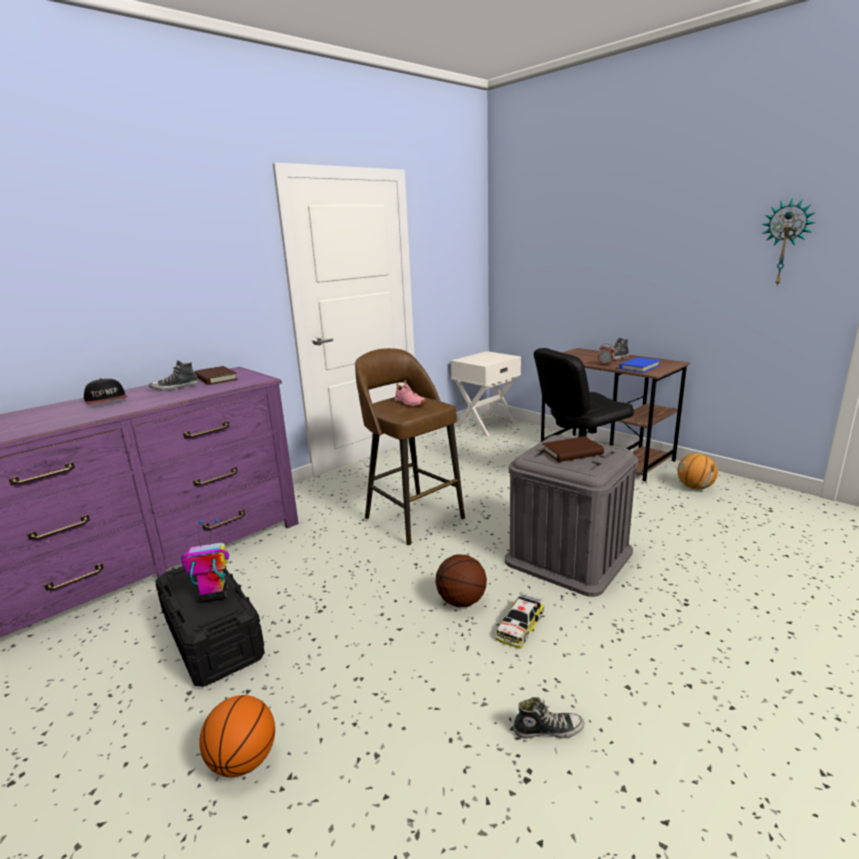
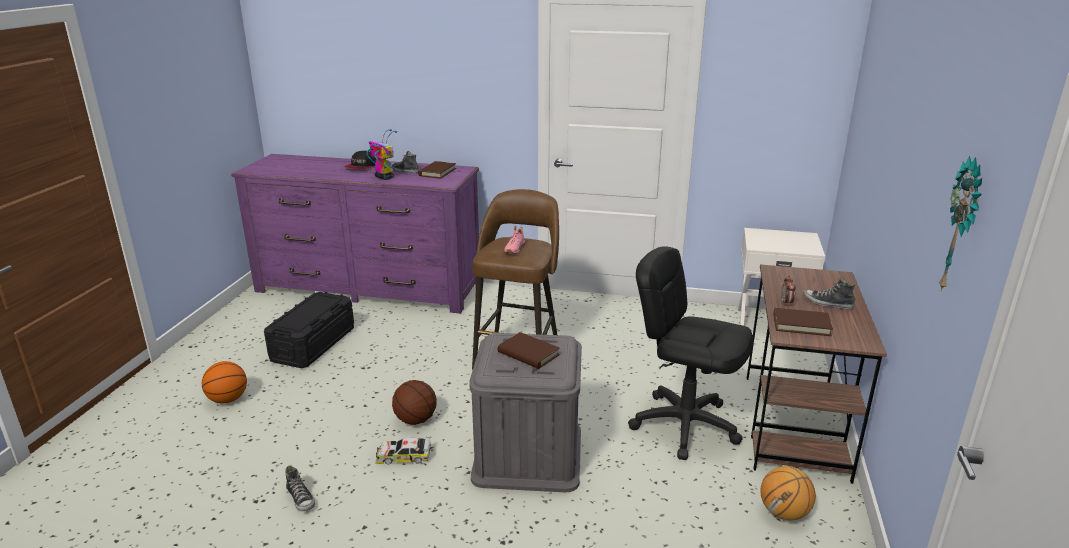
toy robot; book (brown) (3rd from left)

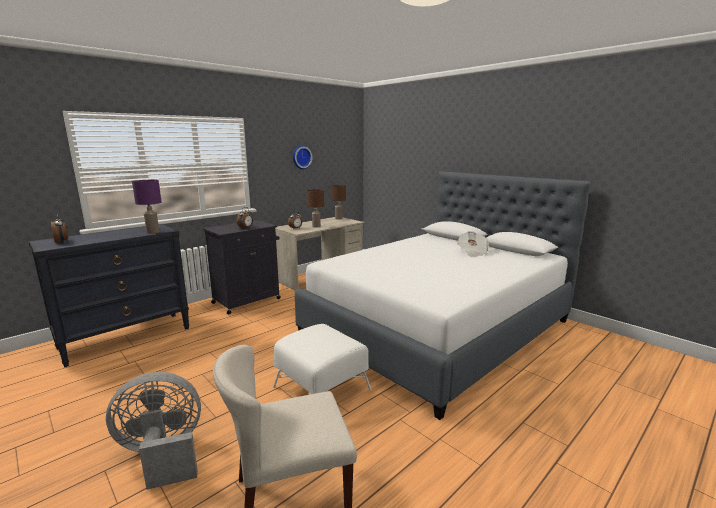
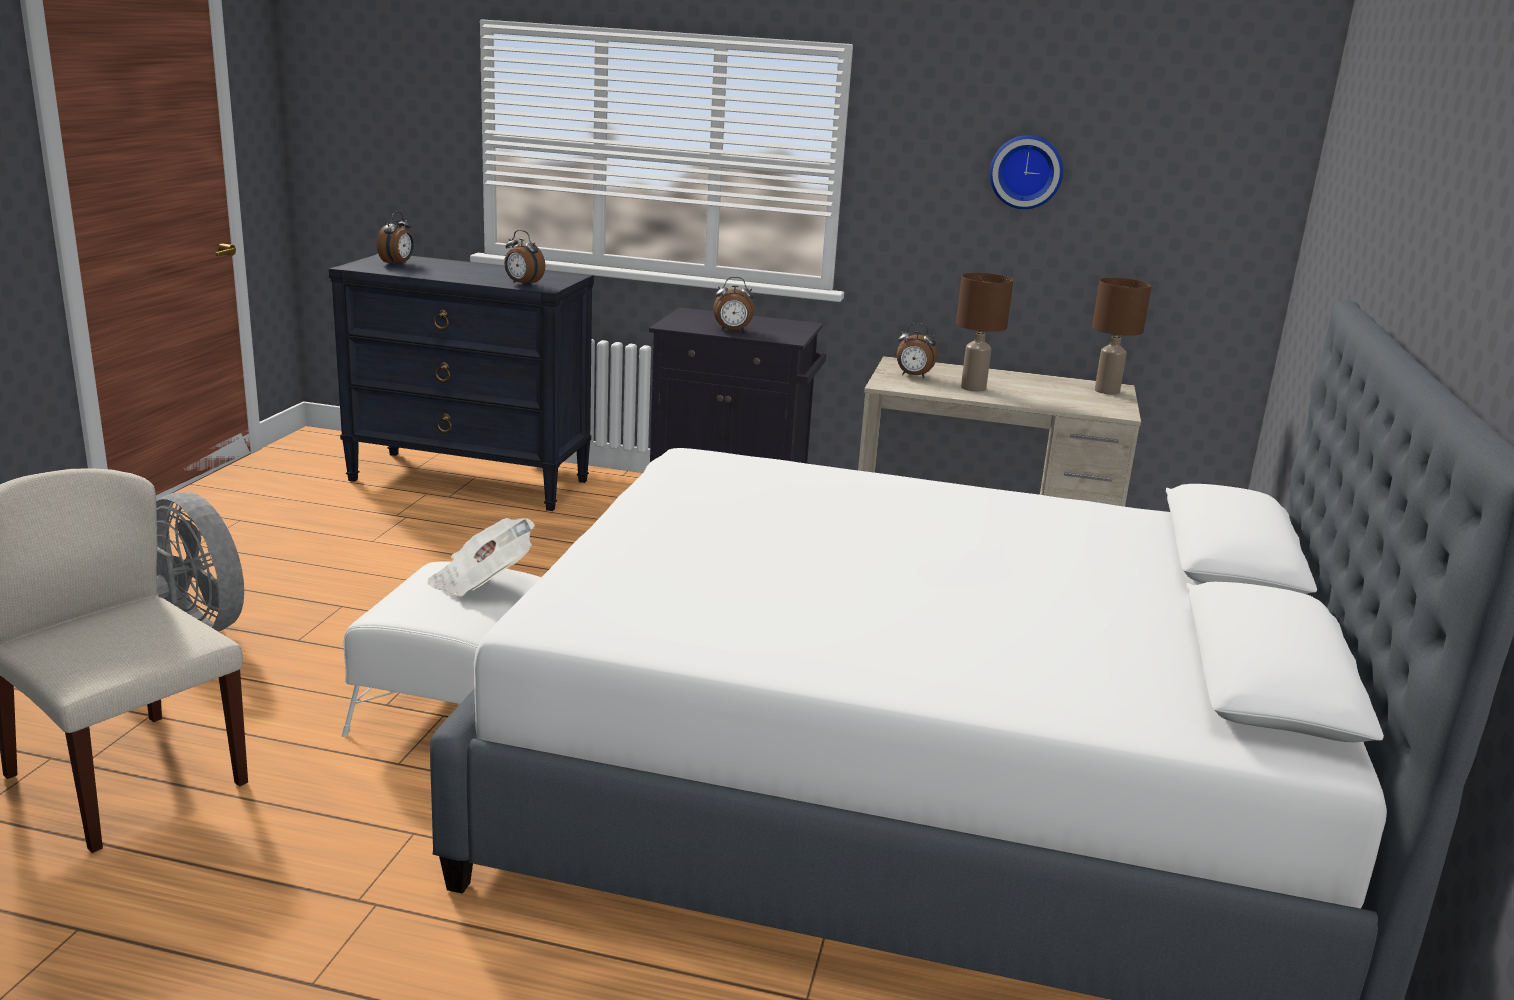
newspaper; alarm clock (2nd from left)

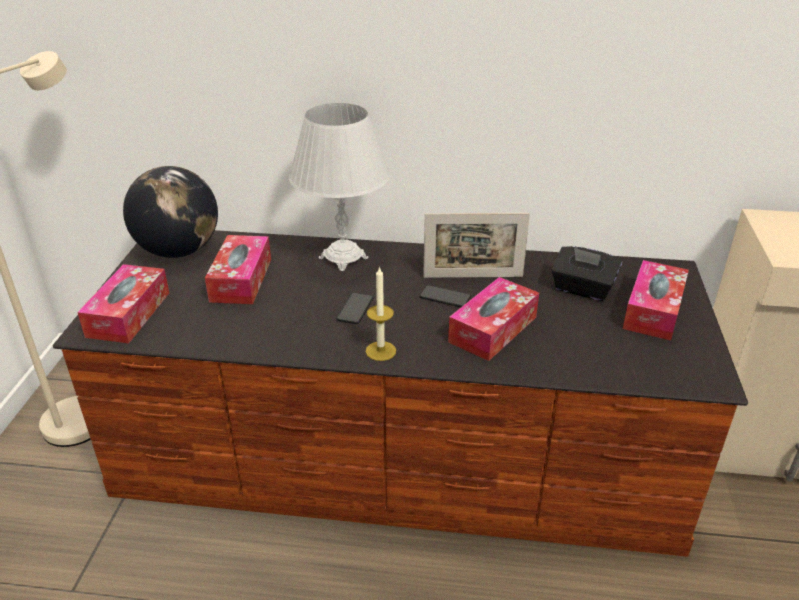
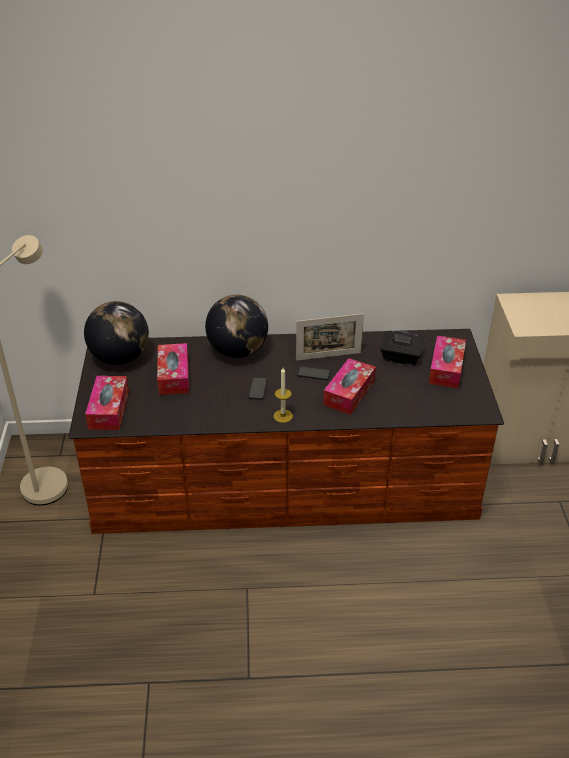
globe (2nd from left)

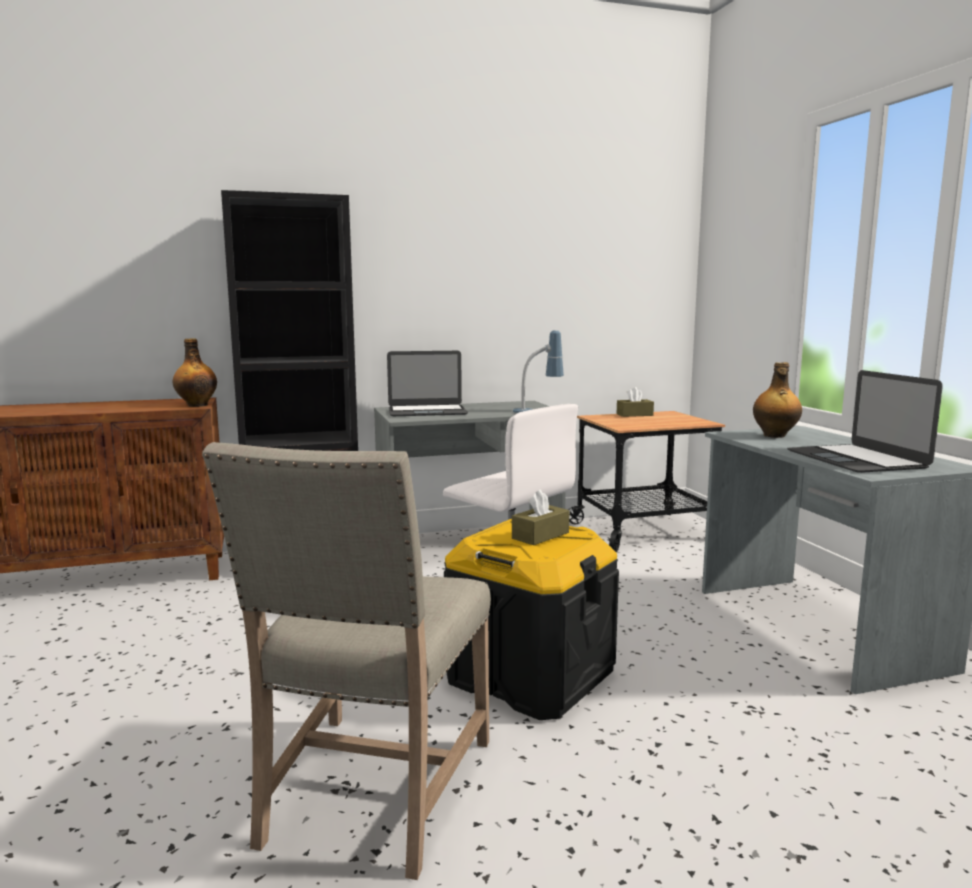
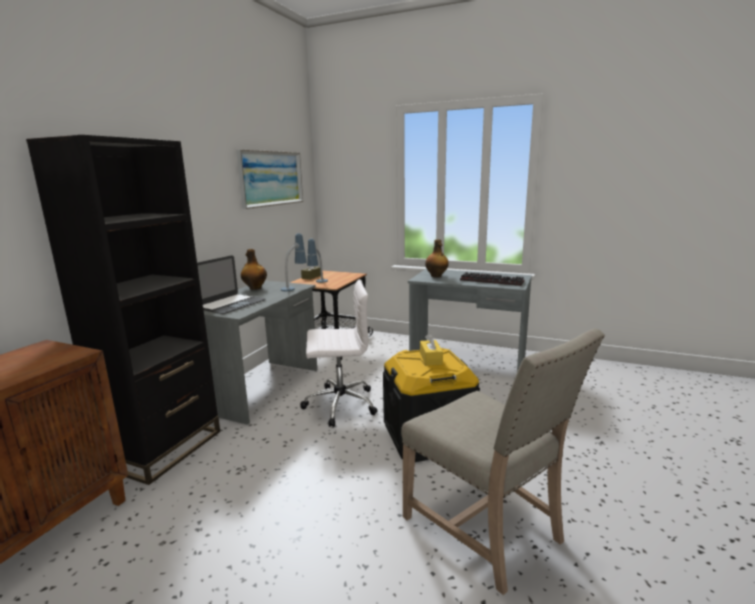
picture; table lamp (2nd from left); bottle (1st from left); keyboard; tissue box (yellow)

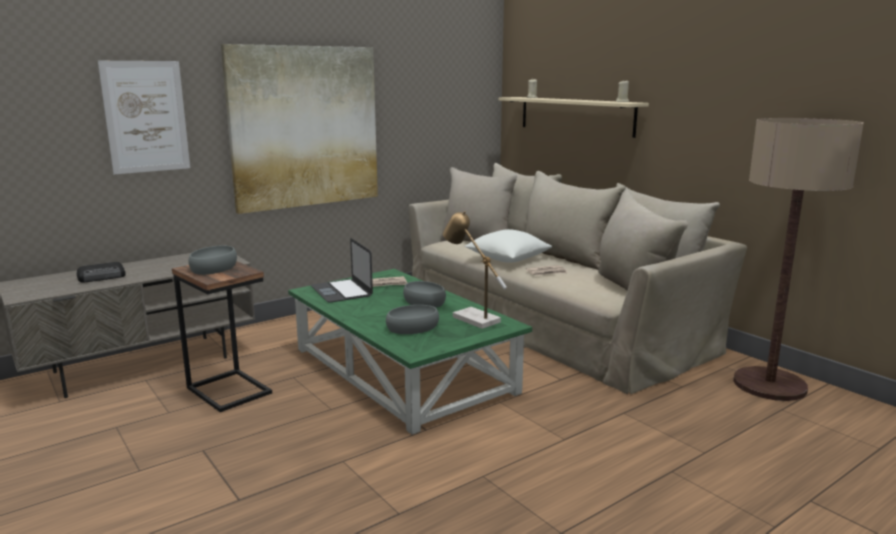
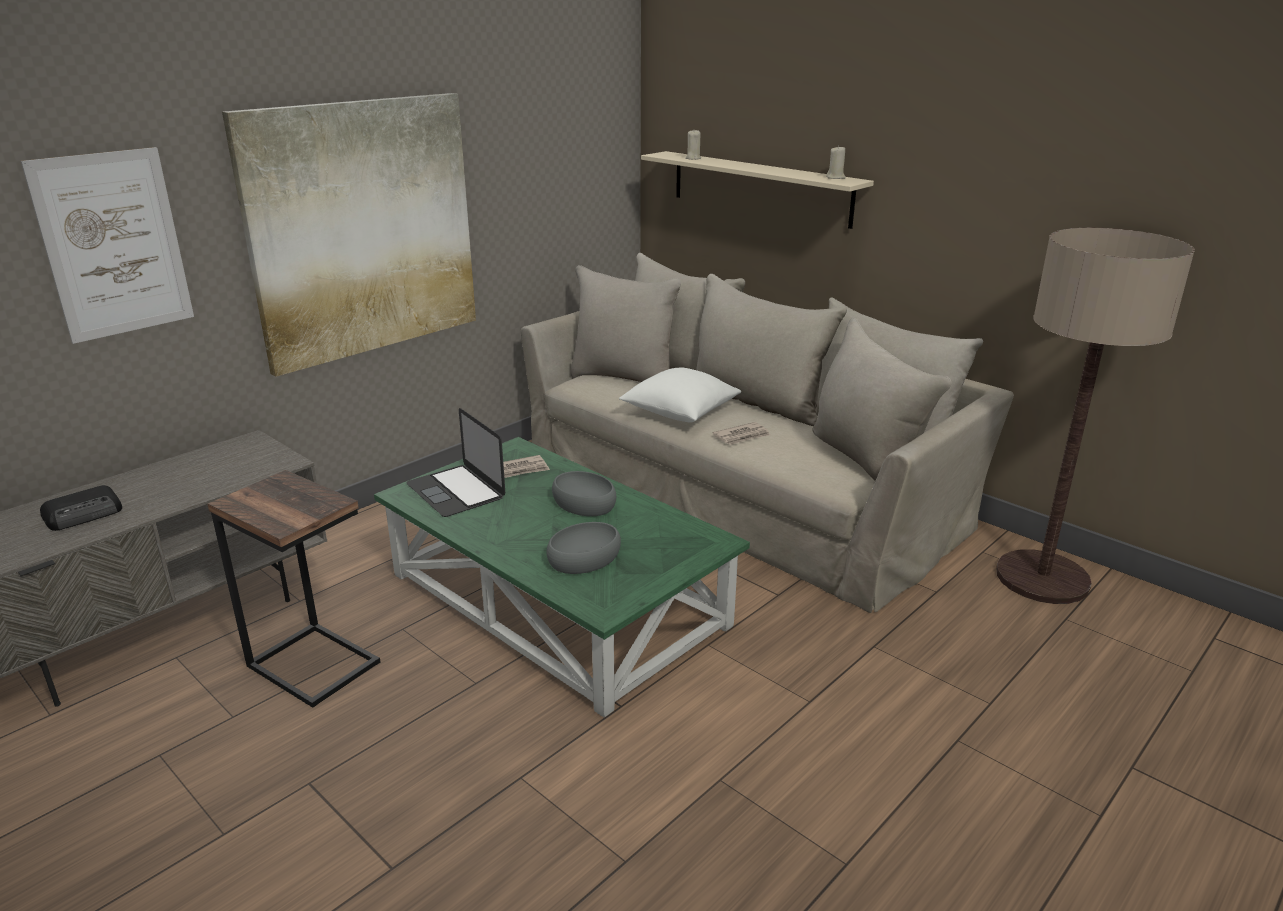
bowl (grey) (1st from left in the first image); table lamp

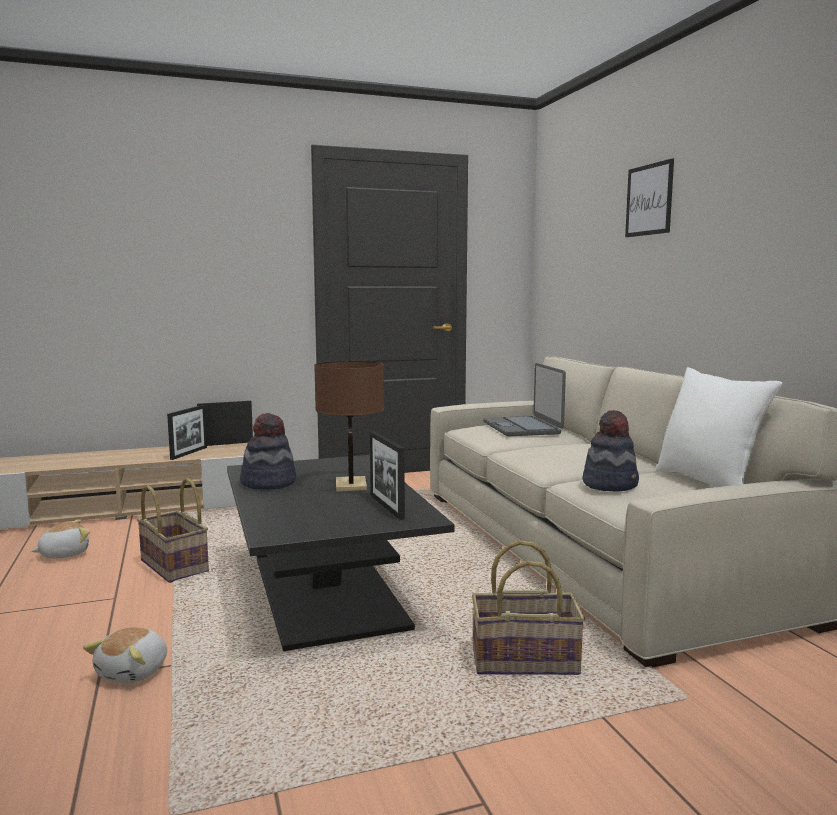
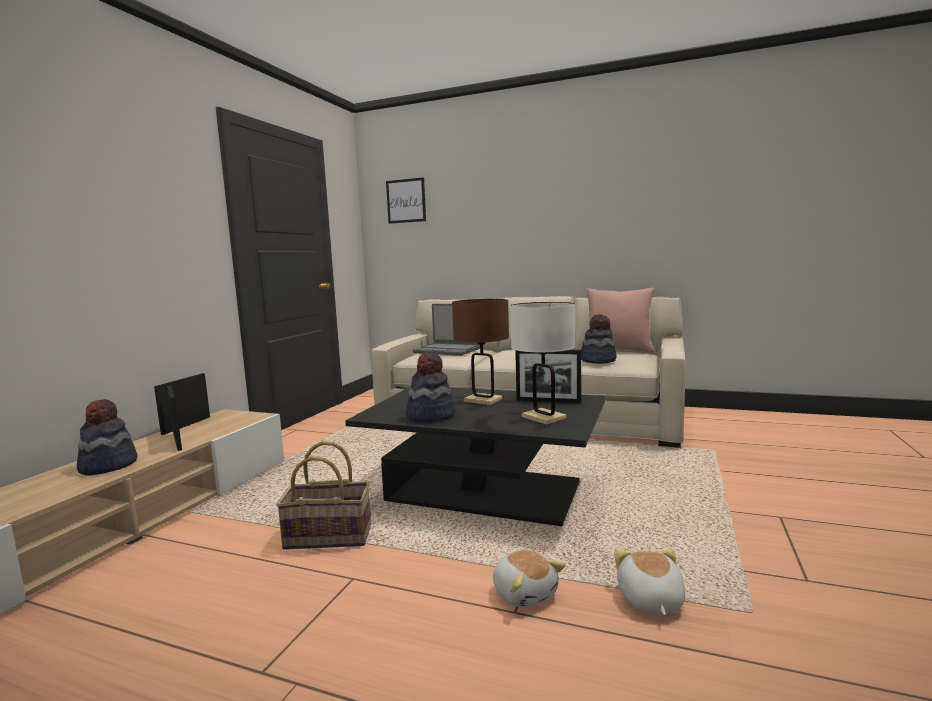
basket (2nd from left in the first image); hat (1st from left); table lamp (white); plush toy (2nd from left); picture; pillow (pink)

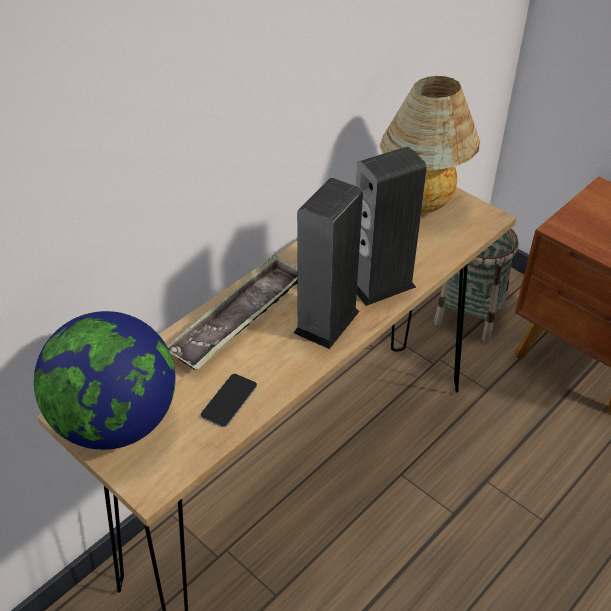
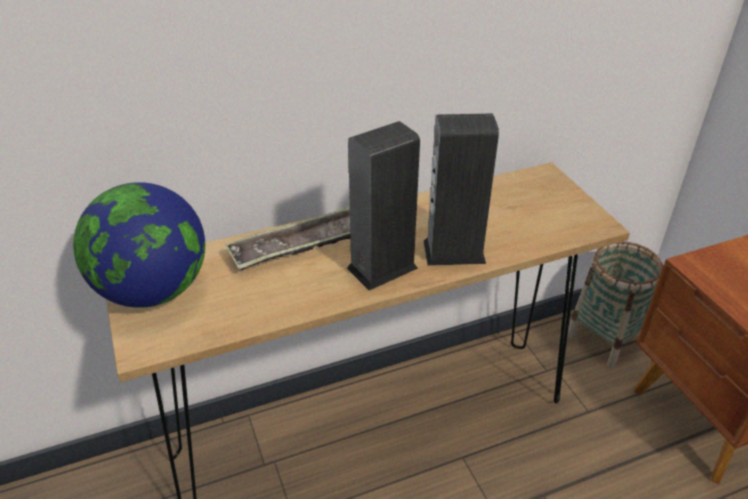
phone; table lamp

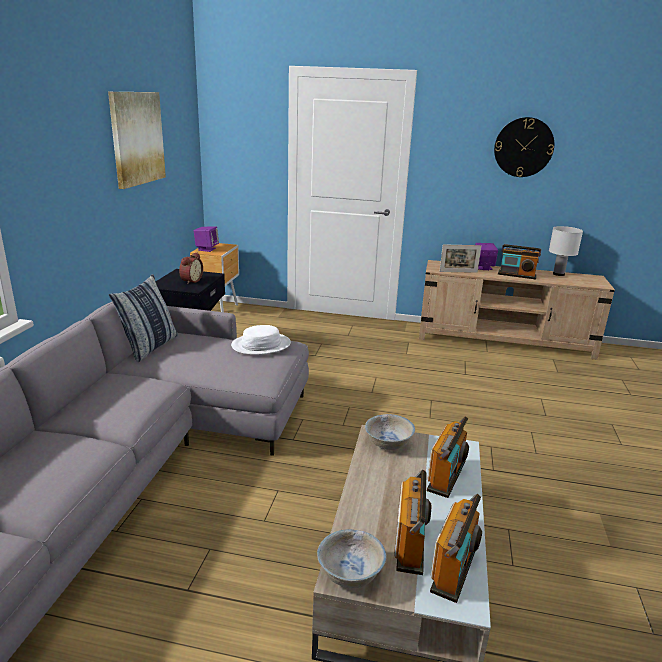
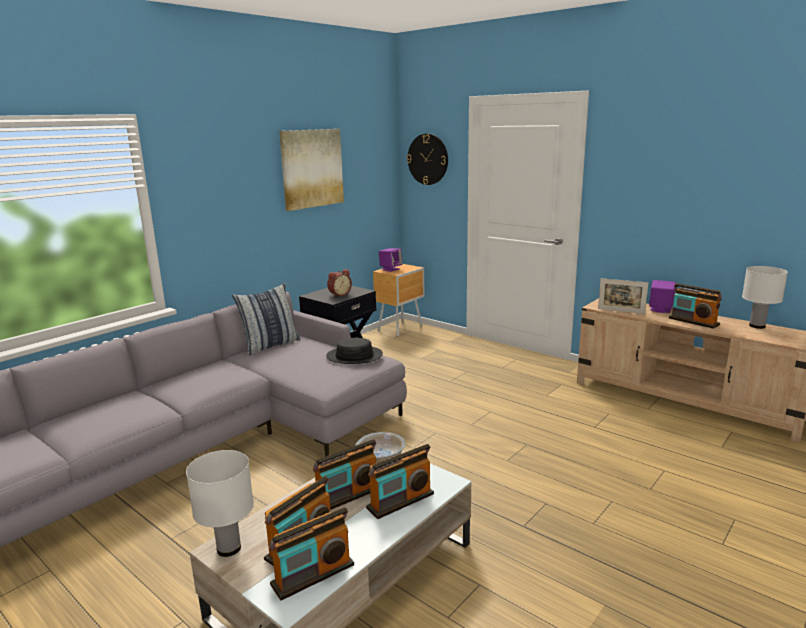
radio (3rd from left); wall clock; table lamp (white) (1st from left); hat (black)

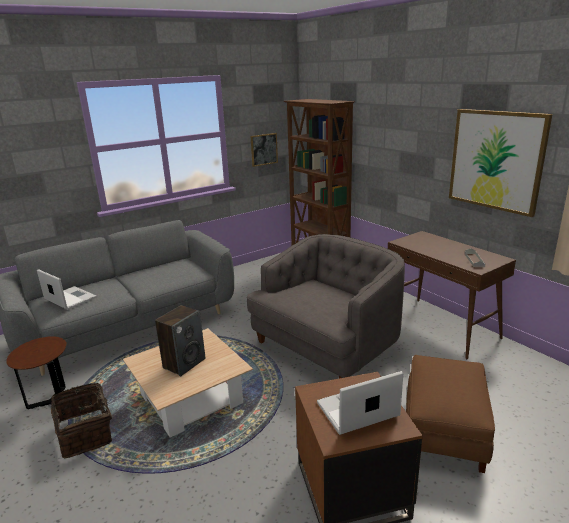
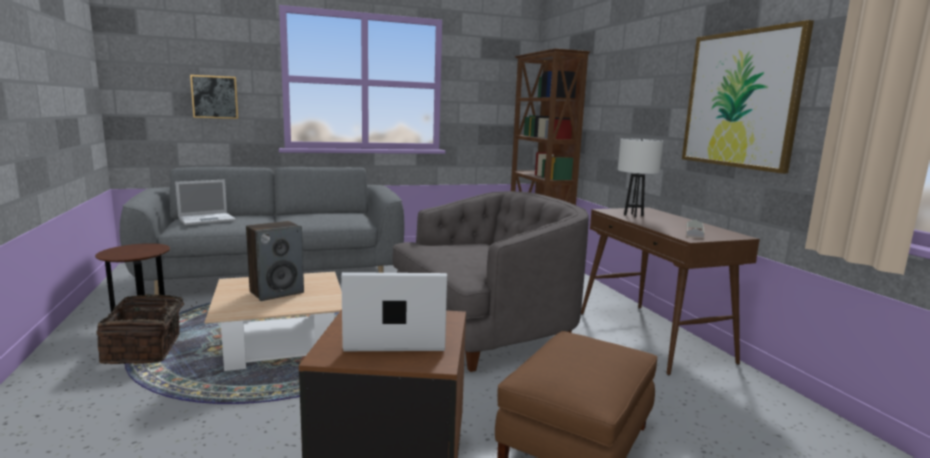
table lamp (white); picture (1st from left); laptop (1st from left)

